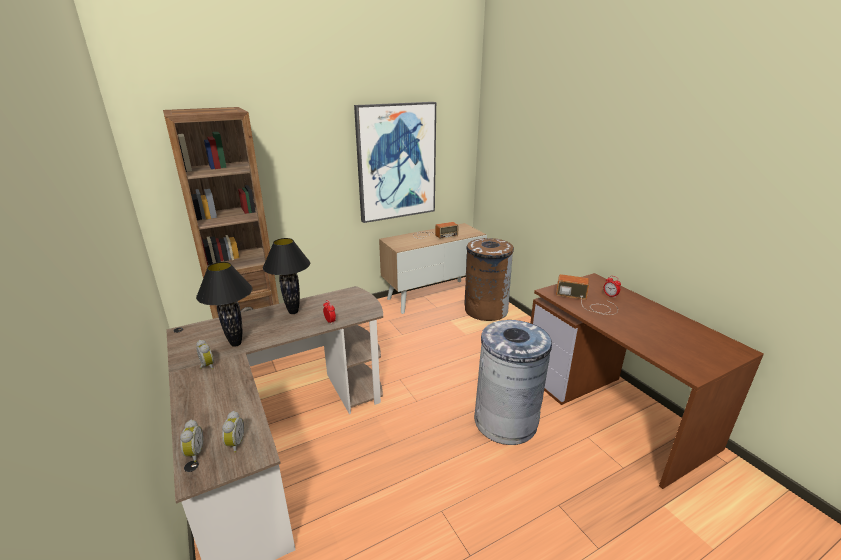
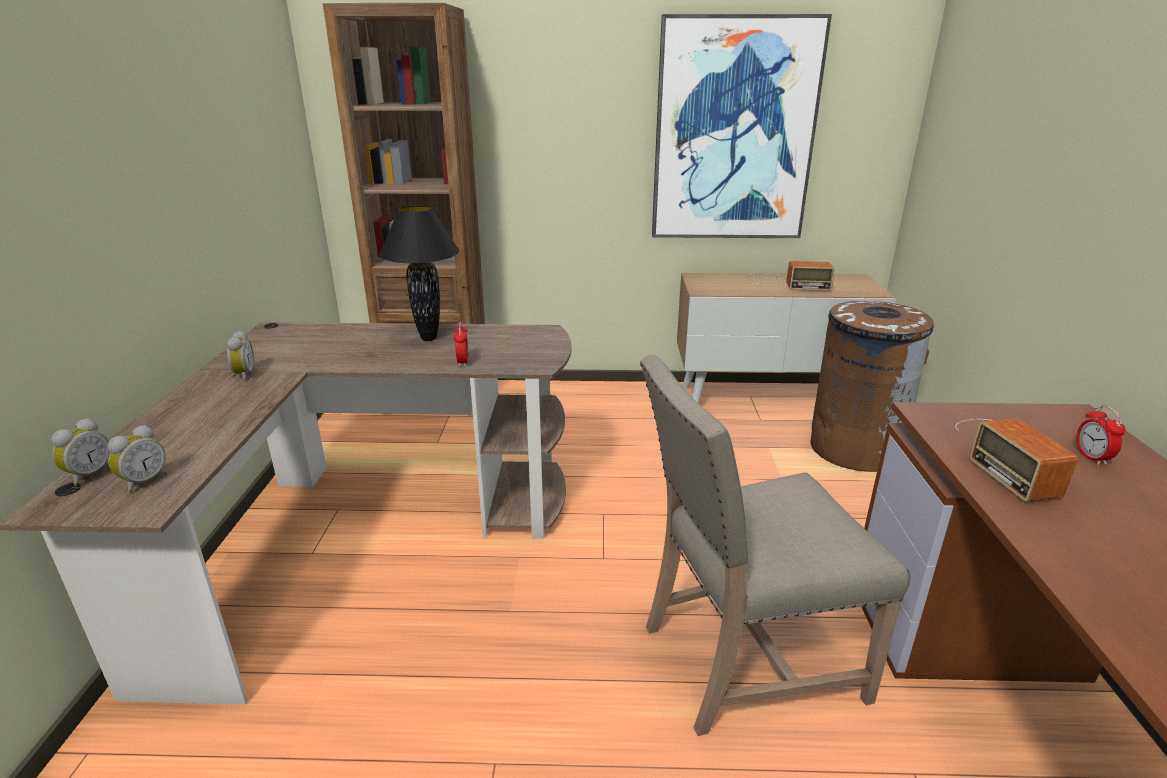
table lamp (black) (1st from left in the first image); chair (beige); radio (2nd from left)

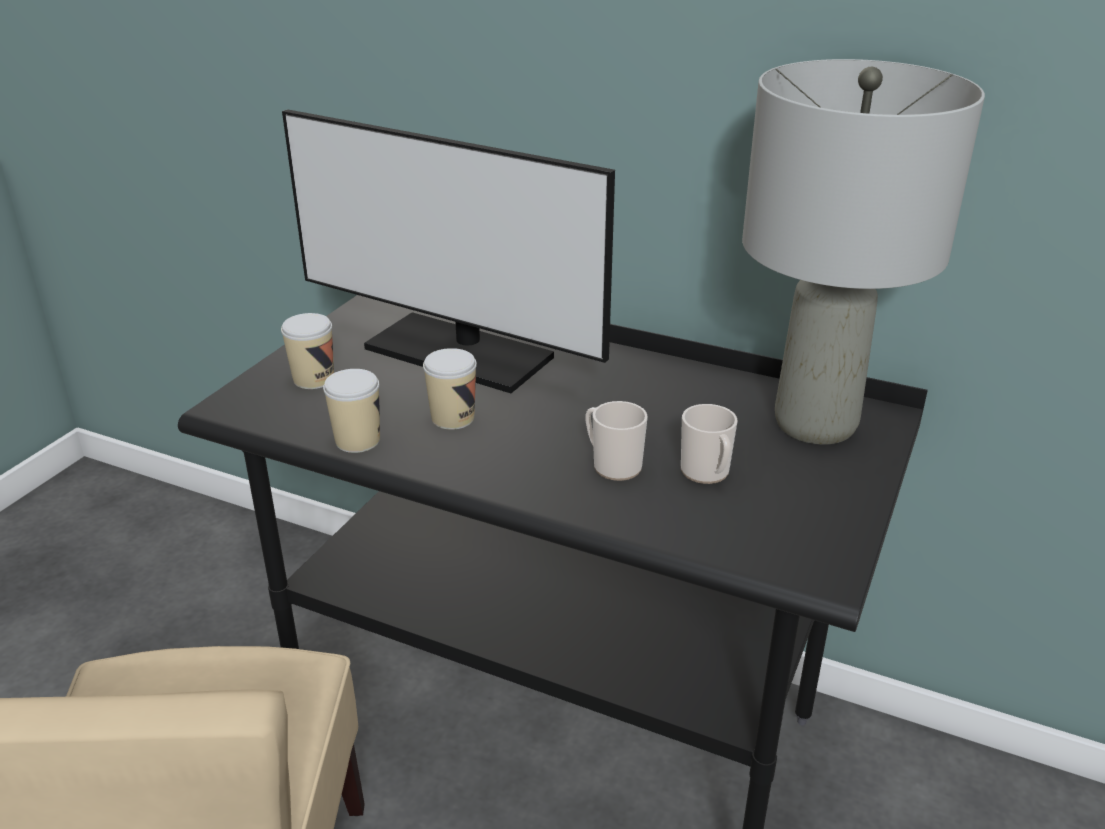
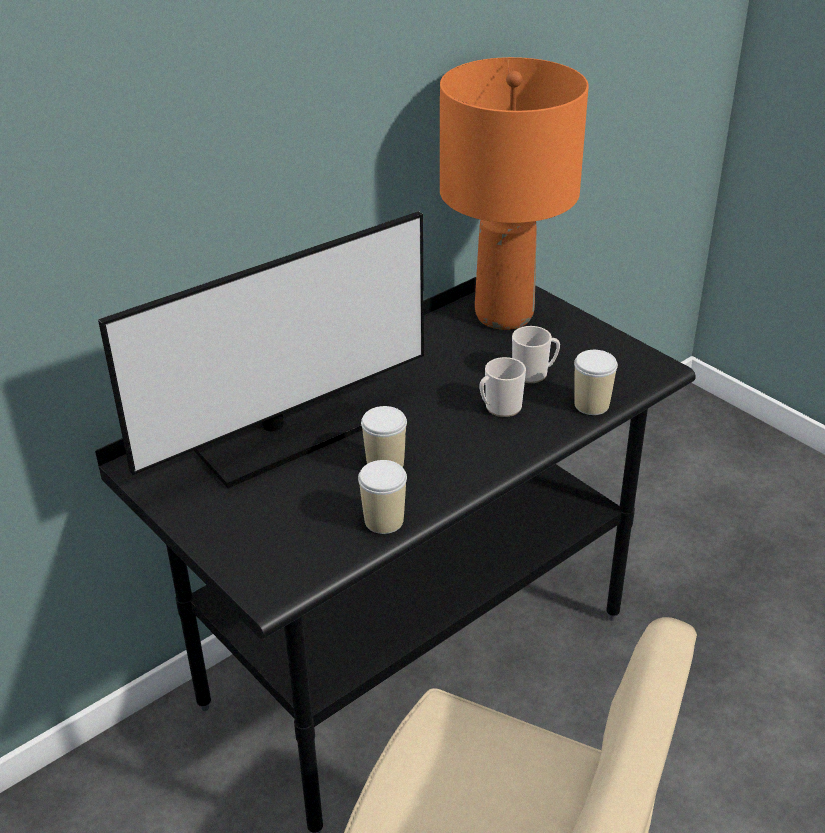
cup (3rd from left); table lamp (orange)

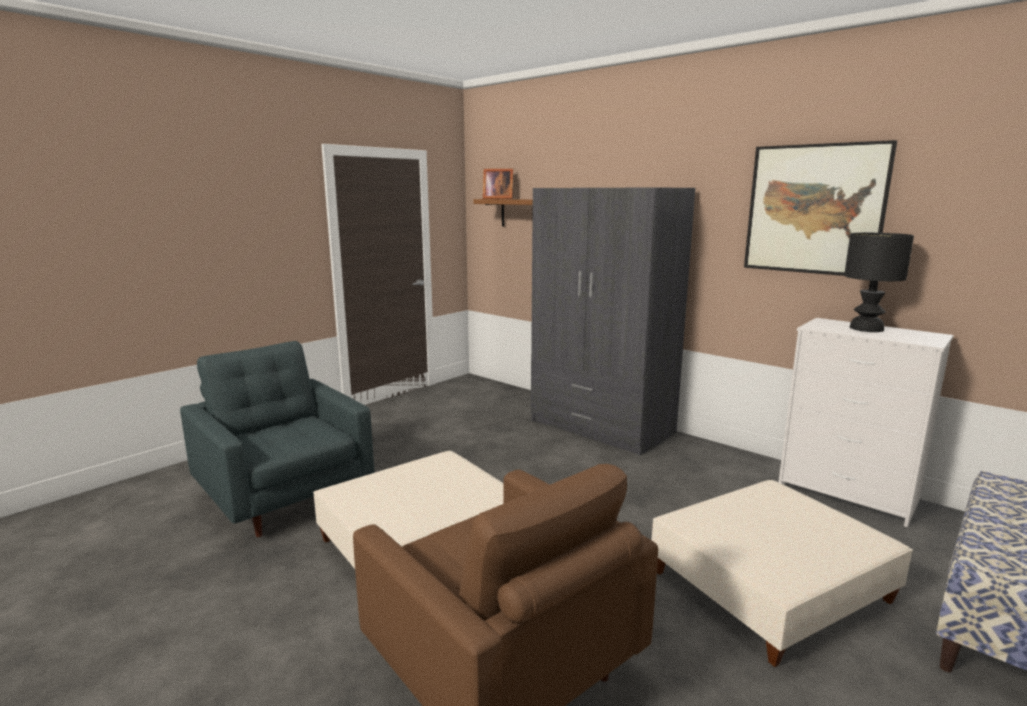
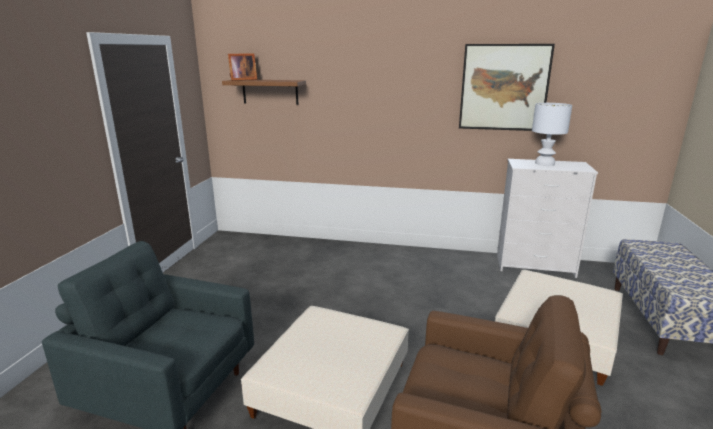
wardrobe (grey); table lamp (white)

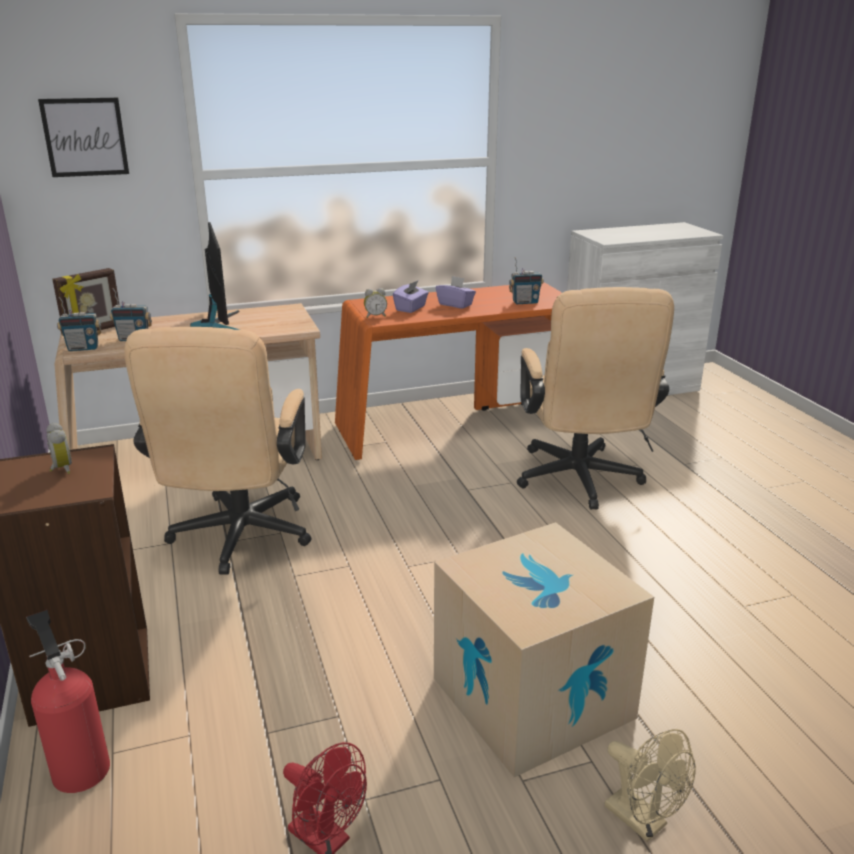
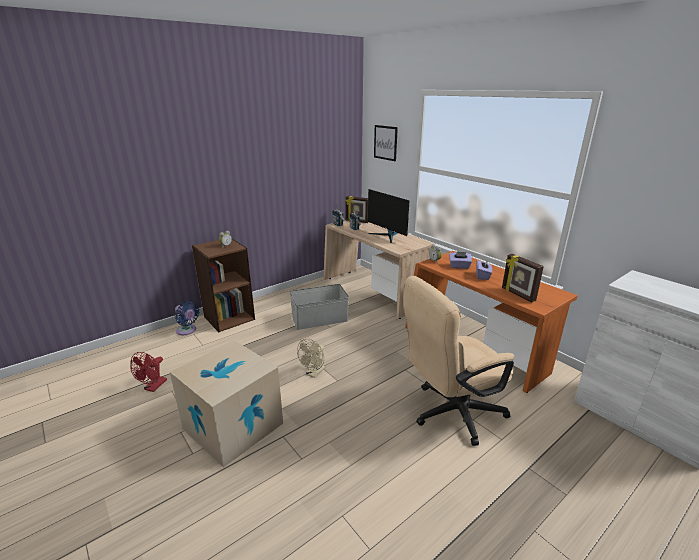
fan (beige); fan (blue); storage box (grey); picture frame (2nd from left); monitor

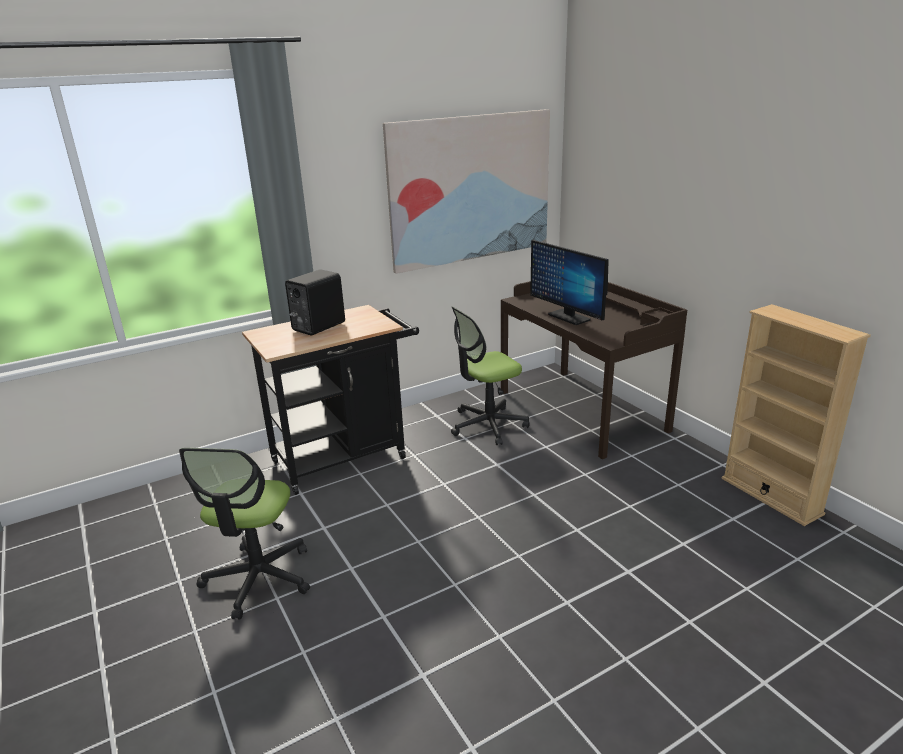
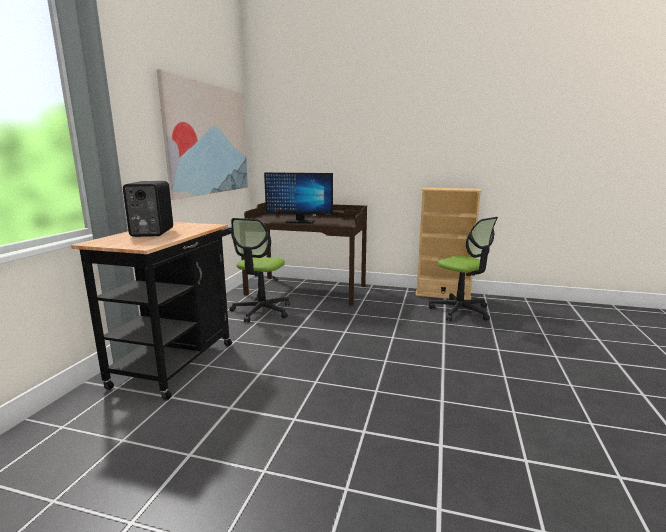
office chair (2nd from left)

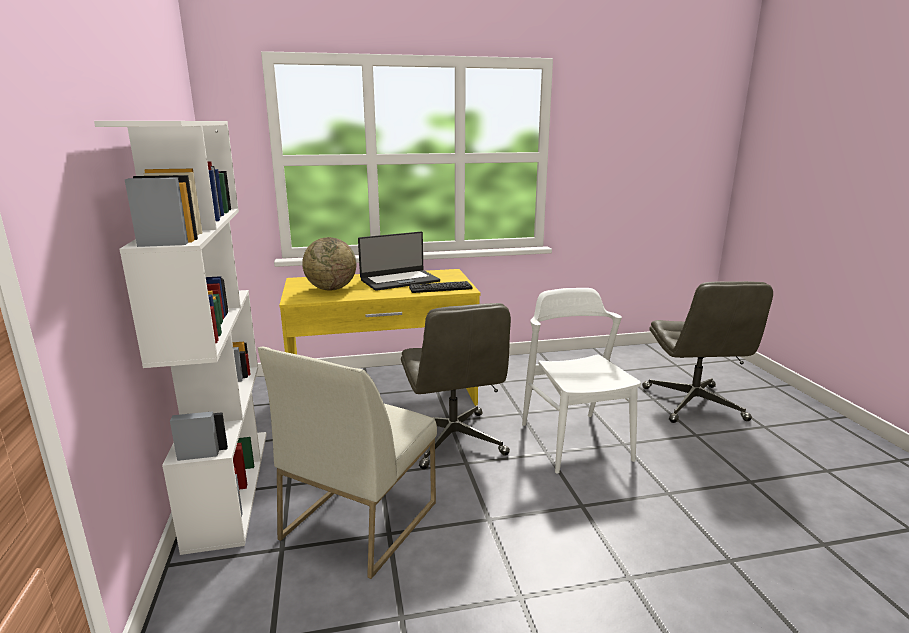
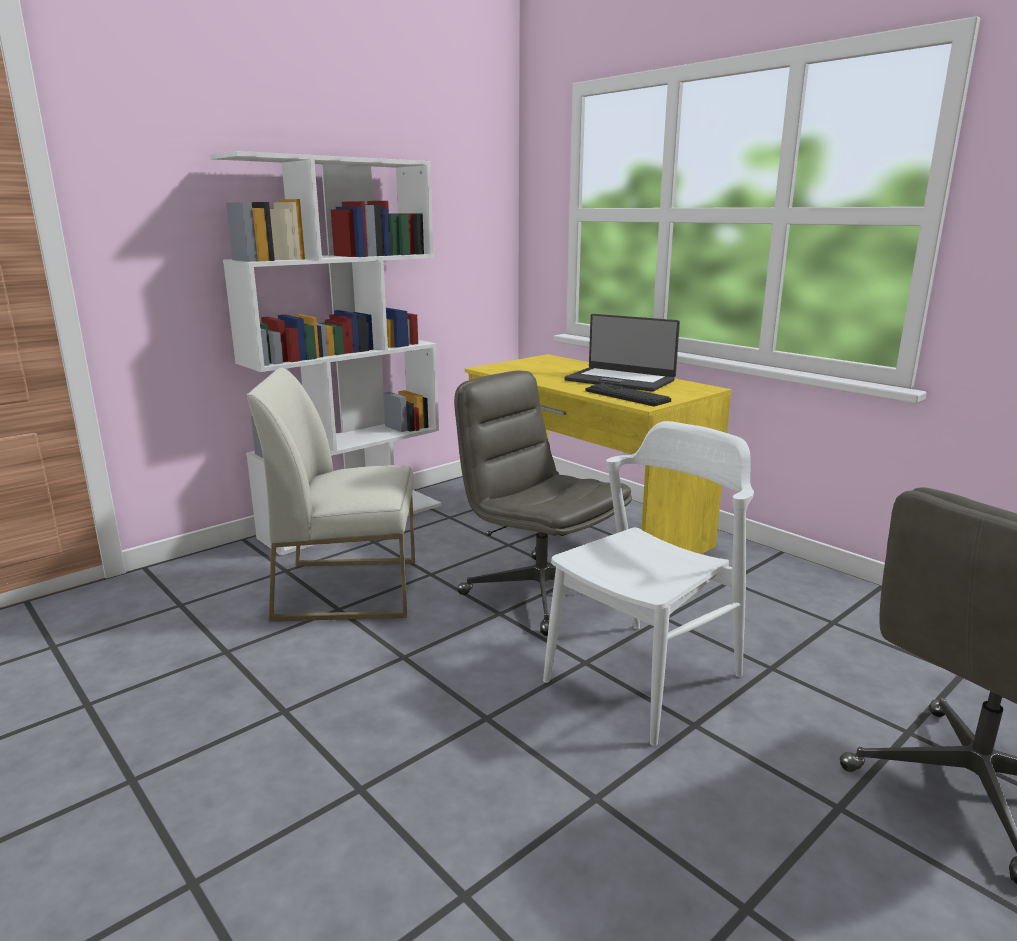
globe; office chair (grey) (1st from left)

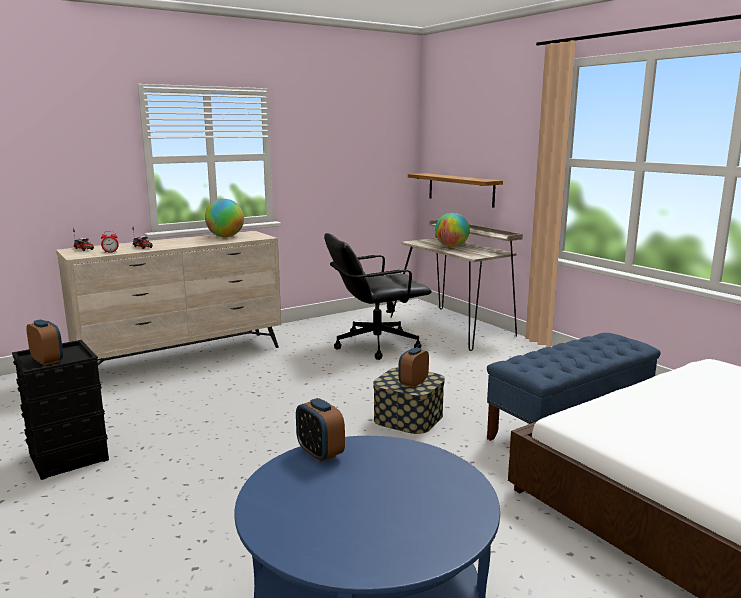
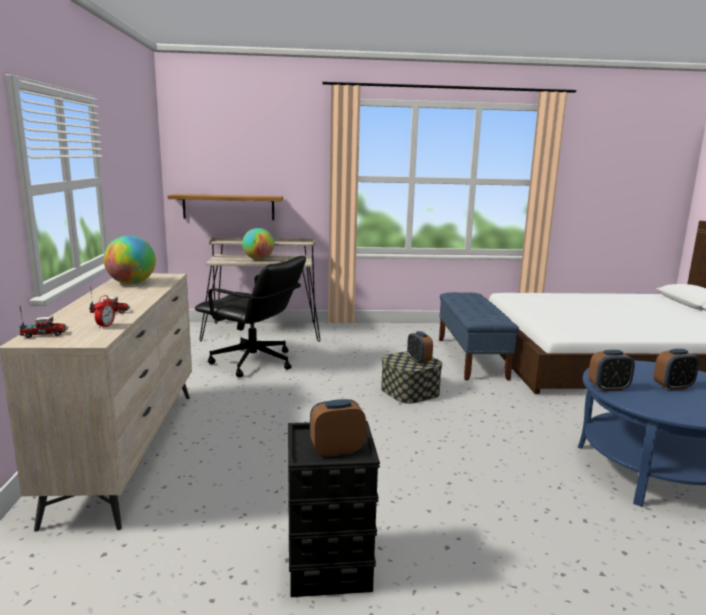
alarm clock (5th from left); office chair (black)

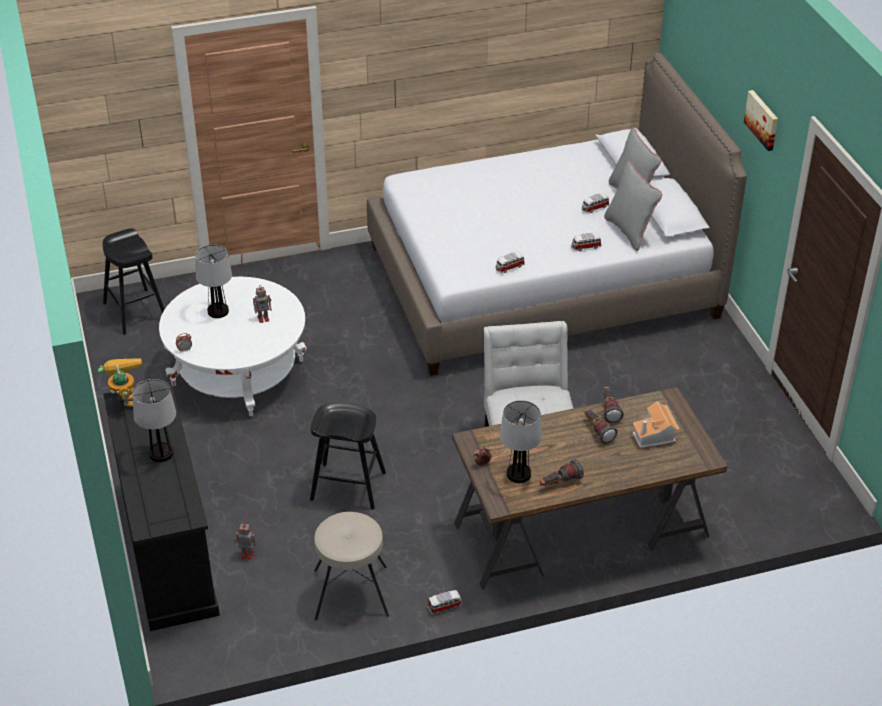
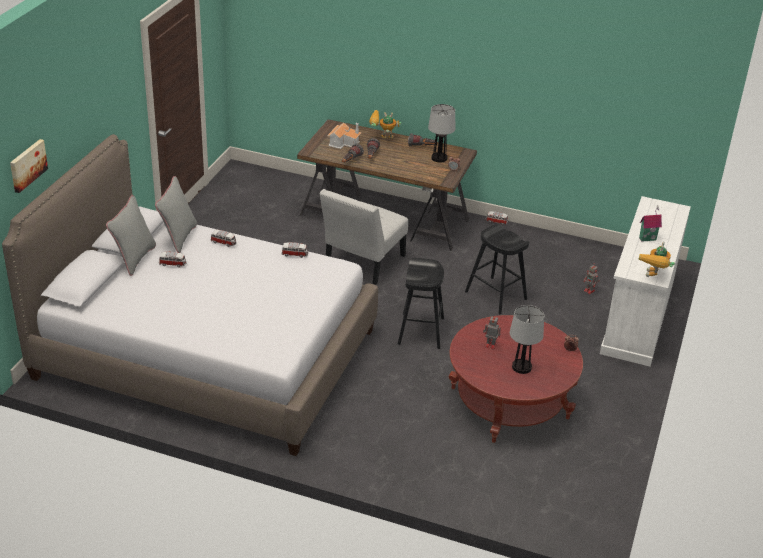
stool (beige); toy robot (1st from left); stool (black) (1st from left); picture; toy house (2nd from left); dresser (white); coffee table (red)

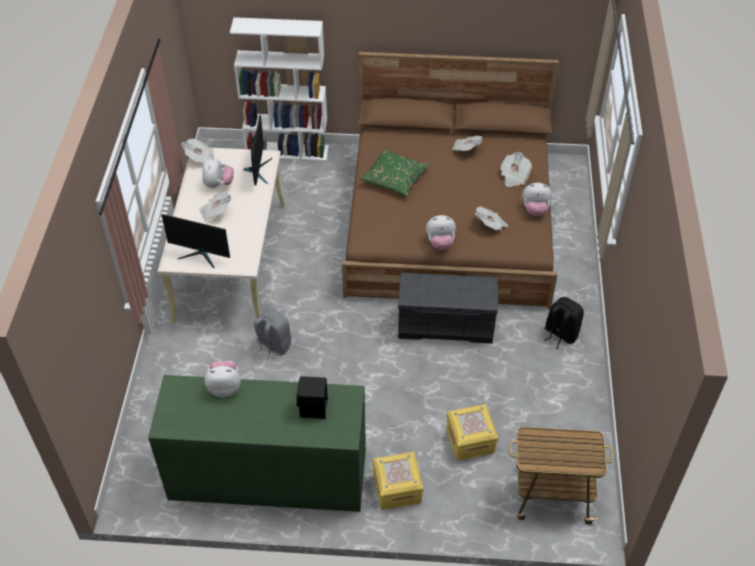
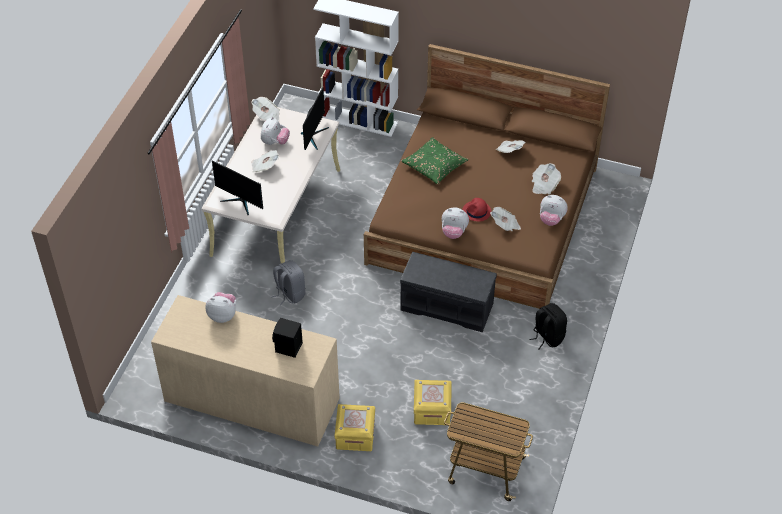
hat (red); dresser (beige)

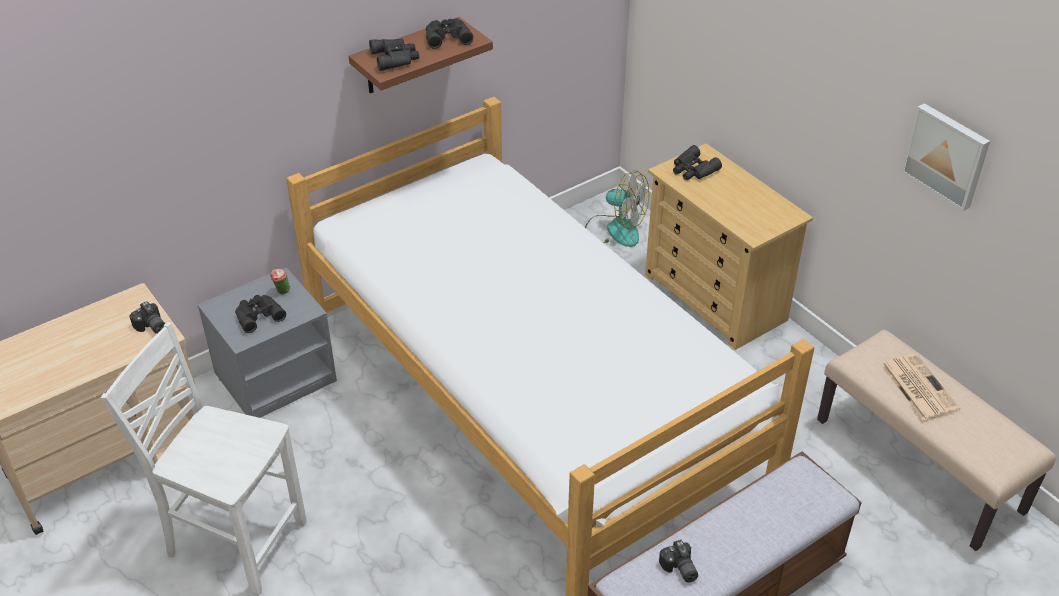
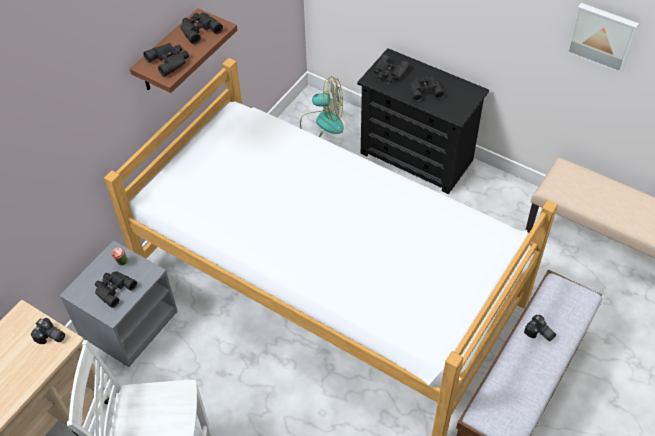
newspaper; binoculars (black) (5th from left); photo camera (2nd from left); dresser (black)

